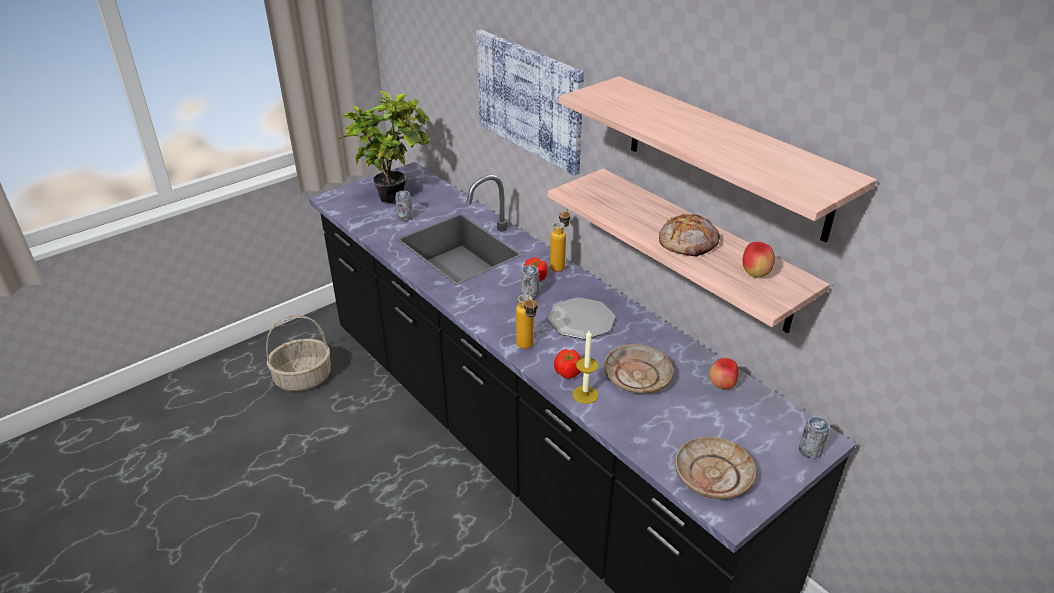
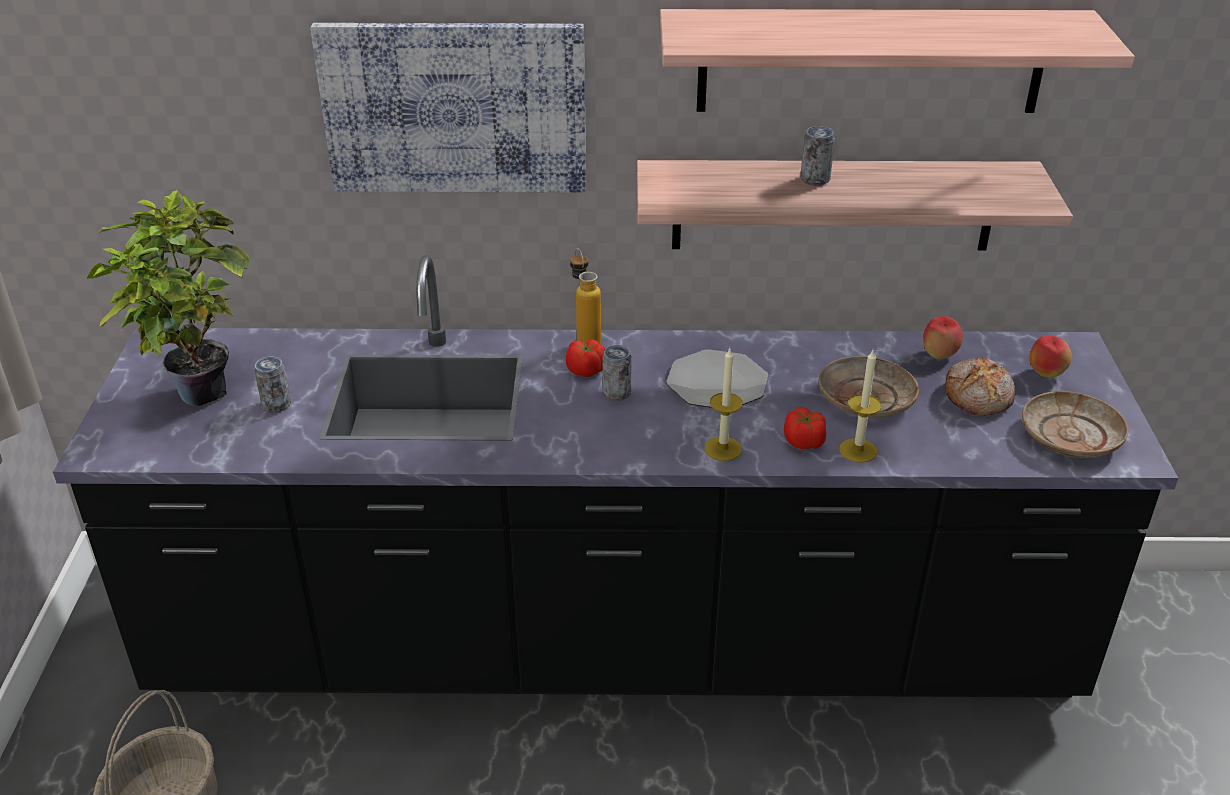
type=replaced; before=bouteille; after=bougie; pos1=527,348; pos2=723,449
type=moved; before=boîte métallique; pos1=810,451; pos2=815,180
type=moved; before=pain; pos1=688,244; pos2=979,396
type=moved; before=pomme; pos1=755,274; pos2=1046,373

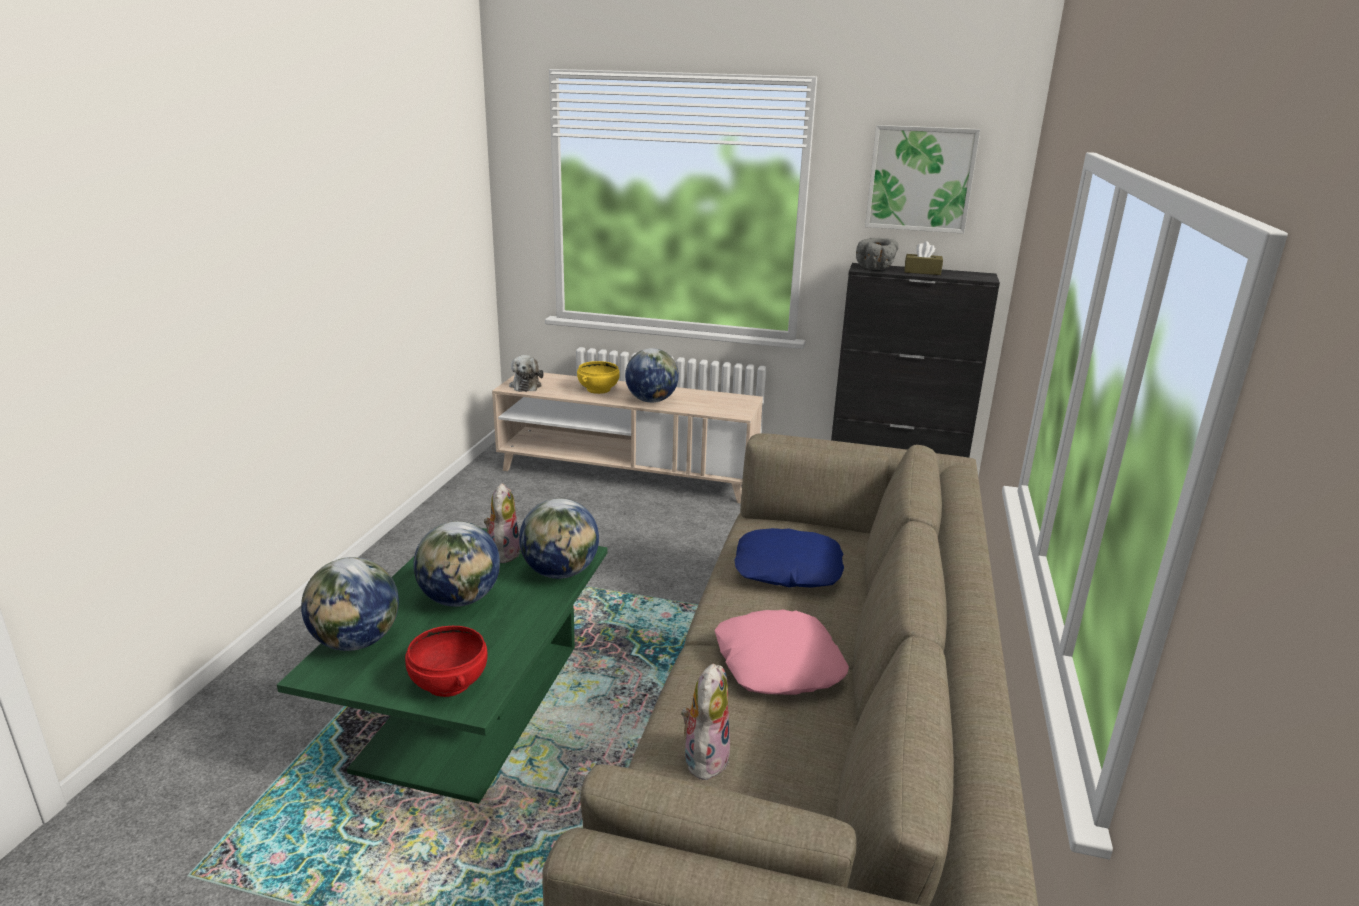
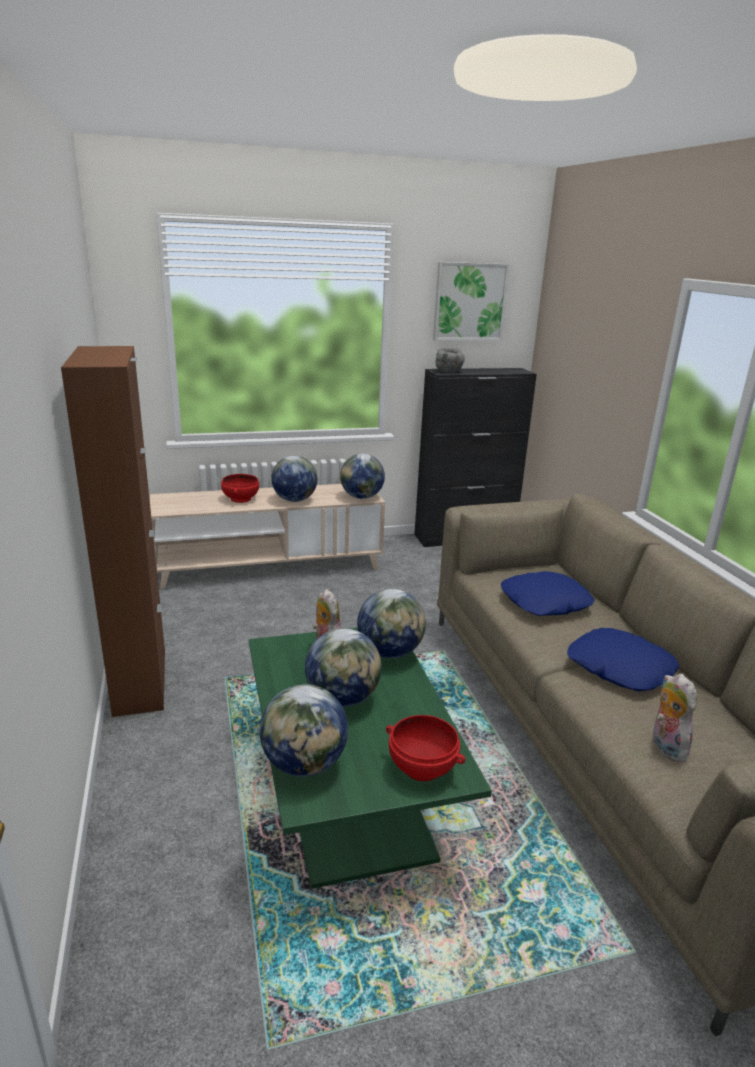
type=added; after=meuble de rangement [marron]; pos2=140,681
type=recoloured; before=bol [jaune]; after=bol [rouge]; pos1=598,389; pos2=240,499
type=added; after=globe; pos2=361,497
type=recoloured; before=coussin [rose]; after=coussin [bleu]; pos1=777,664; pos2=619,668
type=removed; before=peluche; pos1=526,385
type=removed; before=boîte à mouchoirs [marron]; pos1=922,272

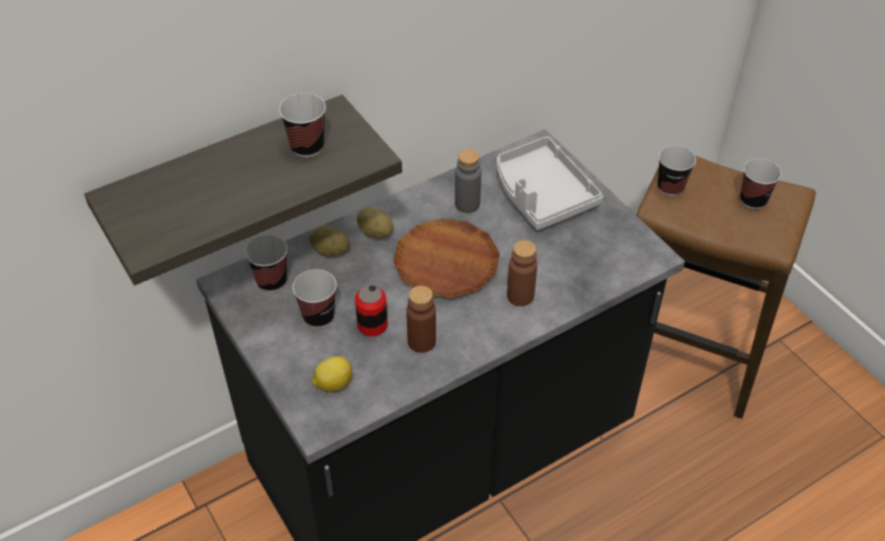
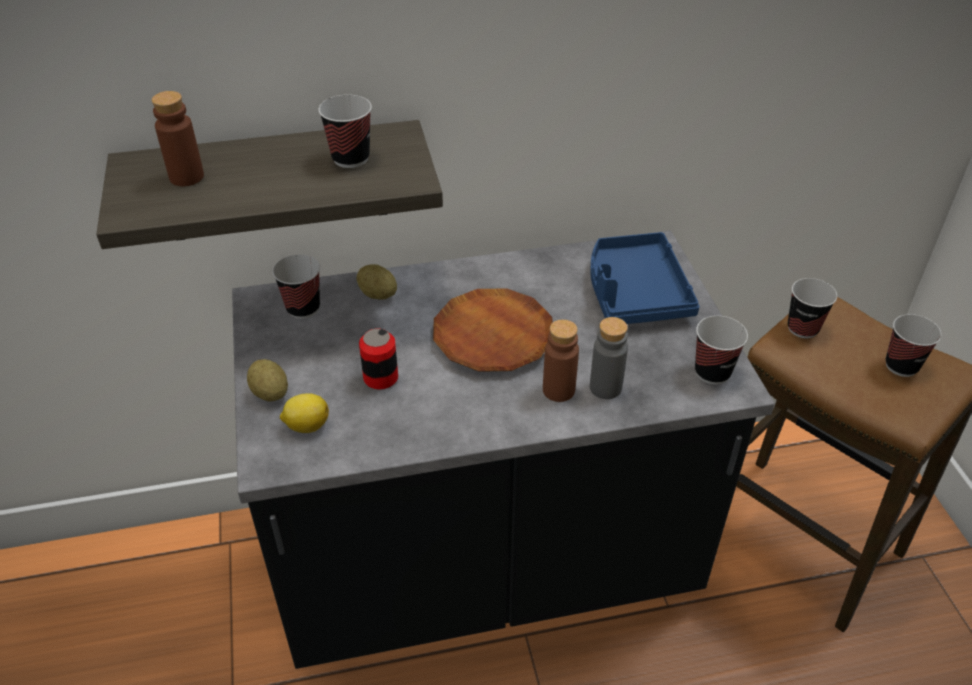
type=moved; before=bouteille [marron]; pos1=421,341; pos2=186,177
type=moved; before=pomme de terre; pos1=375,233; pos2=270,393
type=recoloured; before=plateau [gris]; after=plateau [bleu]; pos1=542,194; pos2=635,292
type=moved; before=bouteille [gris]; pos1=467,204; pos2=605,387
type=moved; before=tasse; pos1=318,316; pos2=712,372

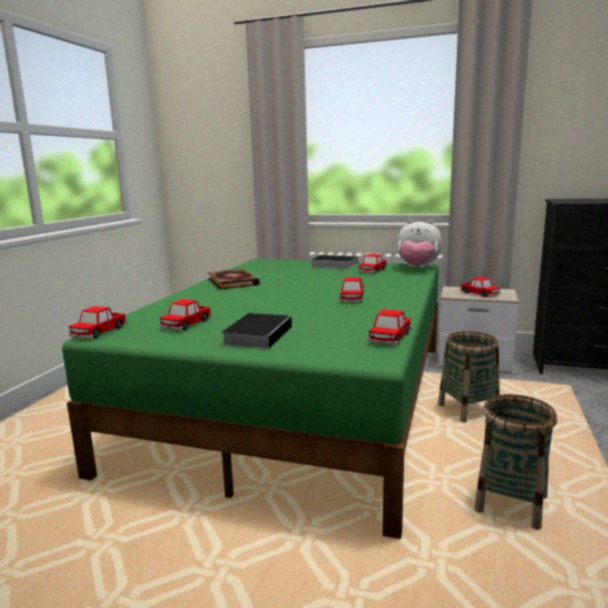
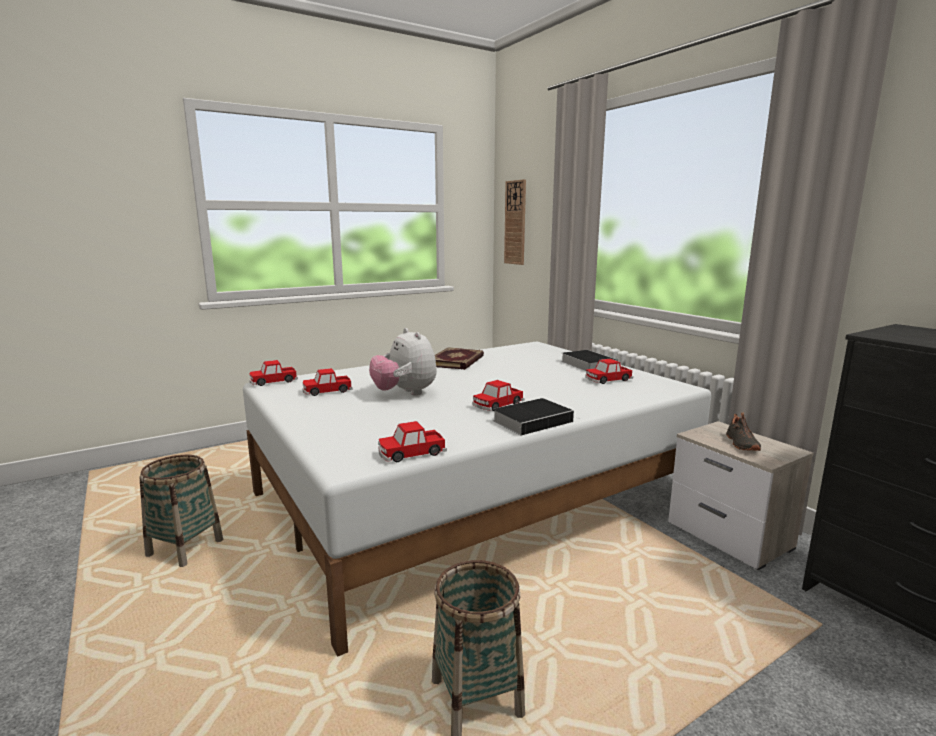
type=moved; before=panier; pos1=468,410; pos2=185,548
type=recoloured; before=lit [vert]; after=lit [blanc]; pos1=301,400; pos2=473,498
type=moved; before=peluche; pos1=417,268; pos2=405,393
type=moved; before=livre; pos1=258,334; pos2=533,420
type=added; after=horloge murale; pos2=515,223
type=replaced; before=petite voiture; after=chaussure [noir]; pos1=480,294; pos2=740,444

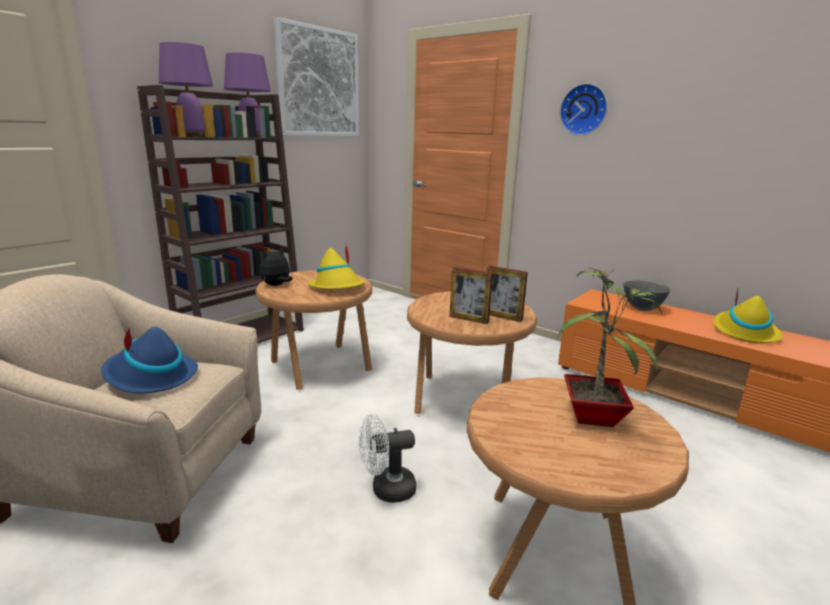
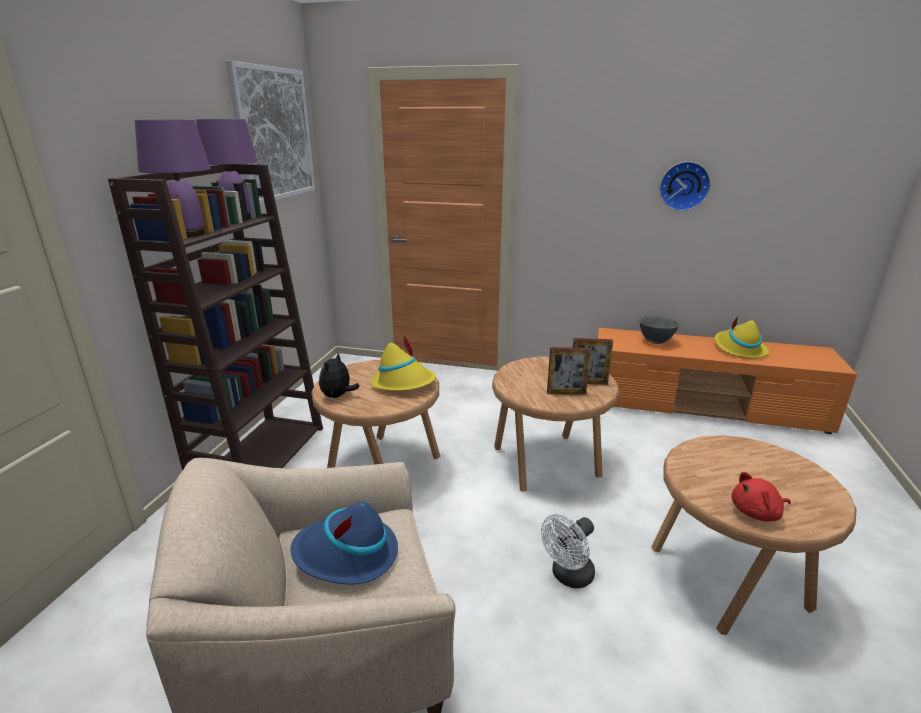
type=moved; before=horloge murale; pos1=584,109; pos2=684,186
type=added; after=peluche [rouge]; pos2=757,513
type=removed; before=plante en pot; pos1=595,417

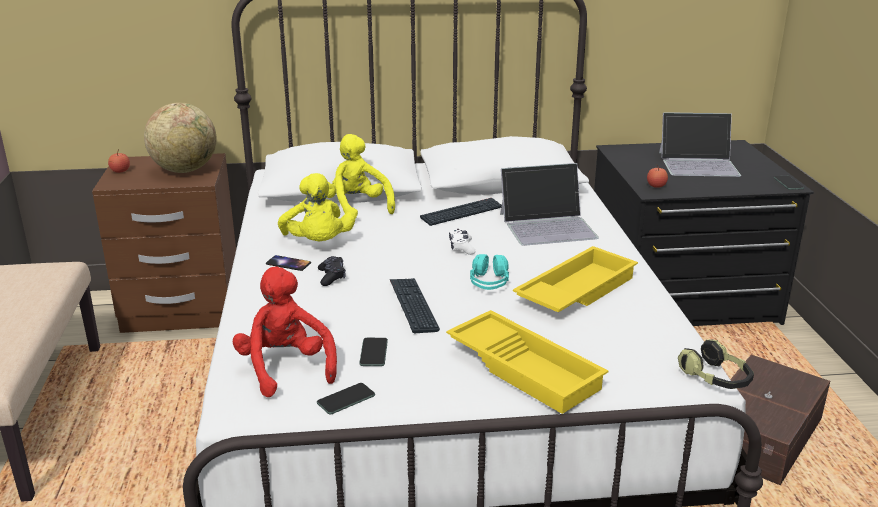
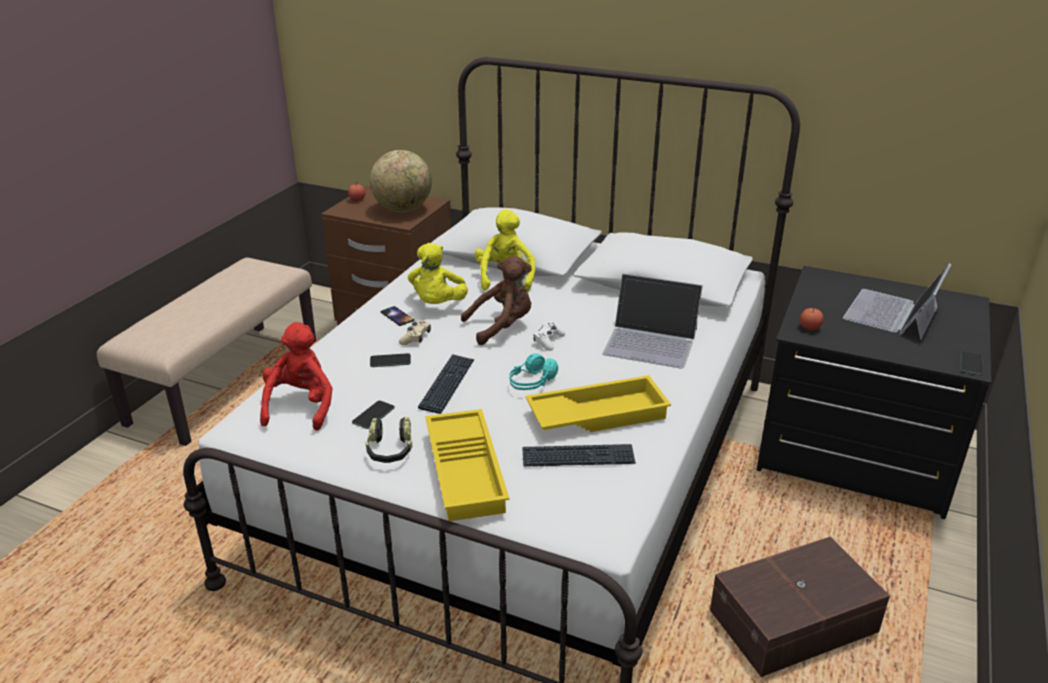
type=moved; before=casque audio; pos1=716,378; pos2=390,451
type=moved; before=téléphone; pos1=346,399; pos2=390,361
type=recoloured; before=manette [noir]; after=manette [beige]; pos1=332,276; pos2=416,338
type=added; after=peluche [marron]; pos2=502,327
type=moved; before=clavier; pos1=462,213; pos2=578,457
type=turned; before=ordinateur portable; pos1=699,164; pos2=892,314; turn=90

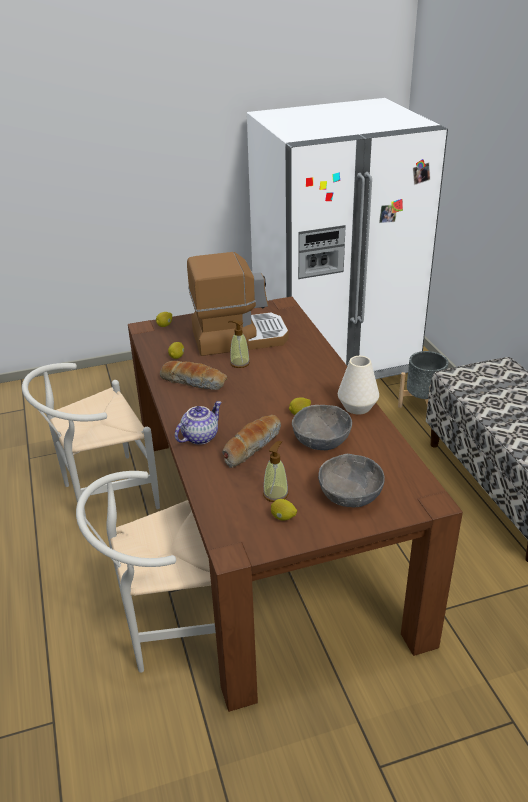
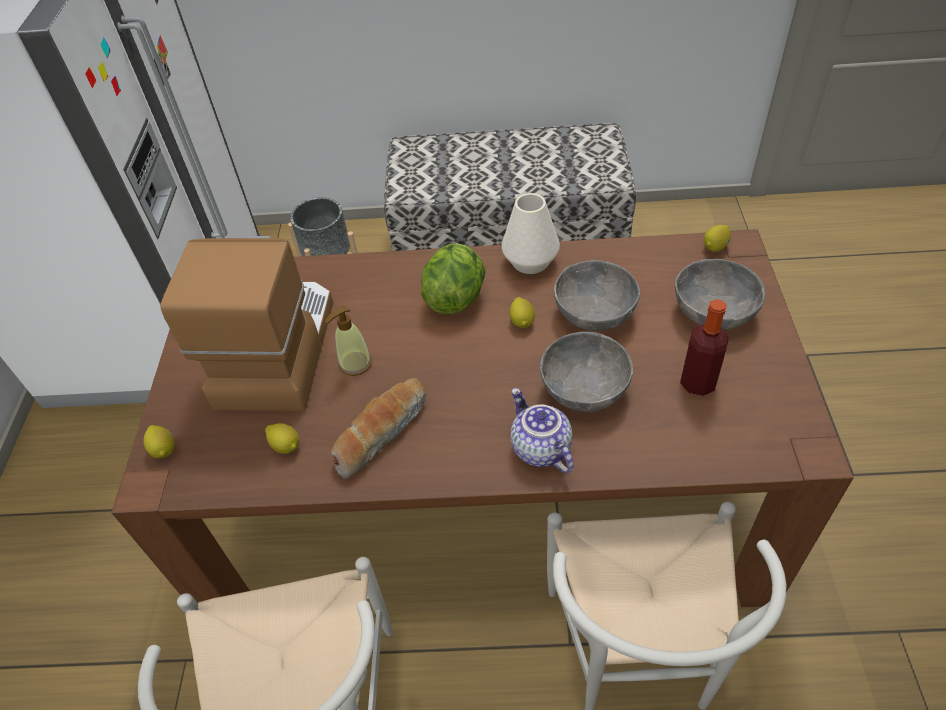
type=added; after=laitue; pos2=455,297
type=replaced; before=pain; after=bol [gris]; pos1=251,446; pos2=584,389
type=replaced; before=distributeur de savon; after=bouteille; pos1=275,494; pos2=697,383
type=moved; before=citron; pos1=283,517; pos2=715,247

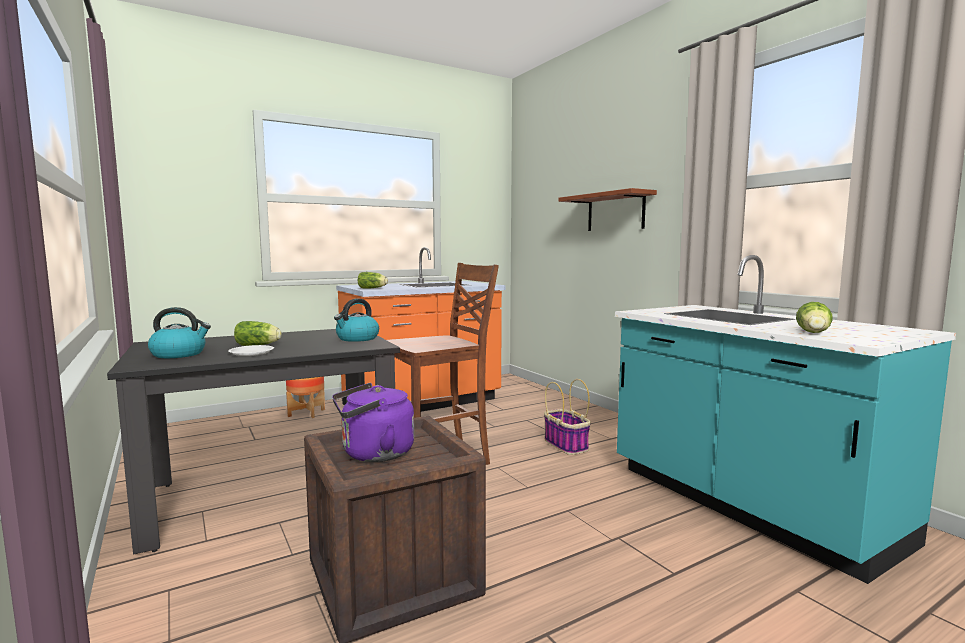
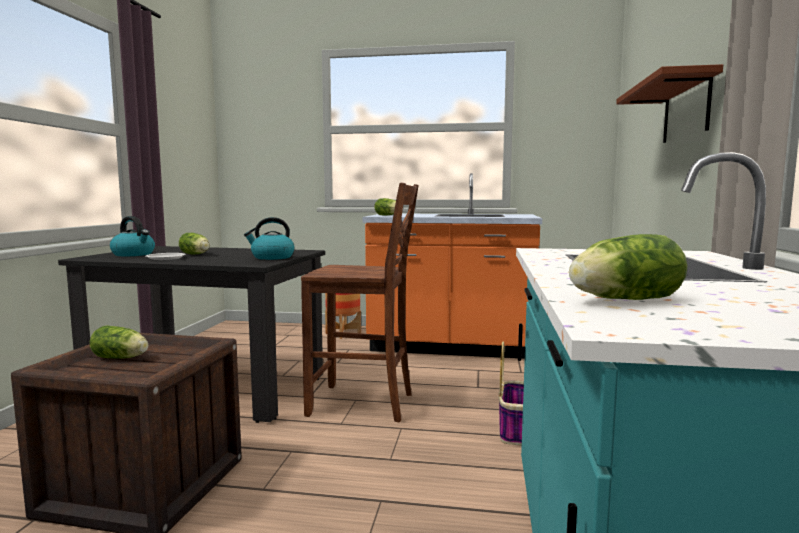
type=replaced; before=bouilloire [violet]; after=laitue; pos1=373,454; pos2=122,358

